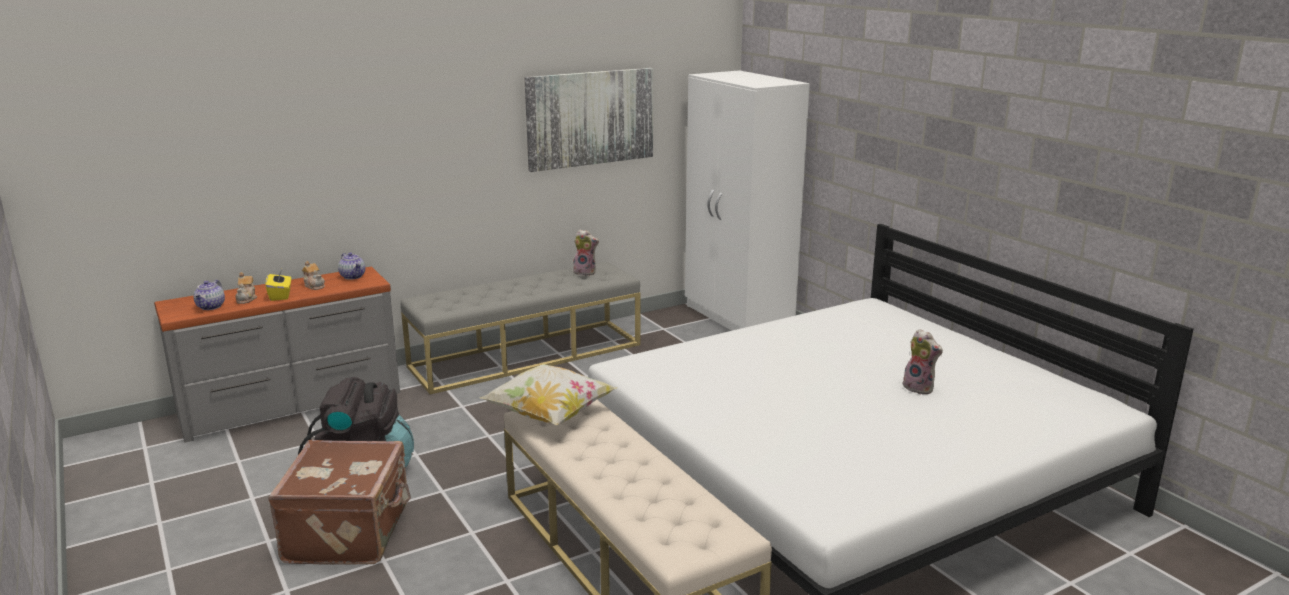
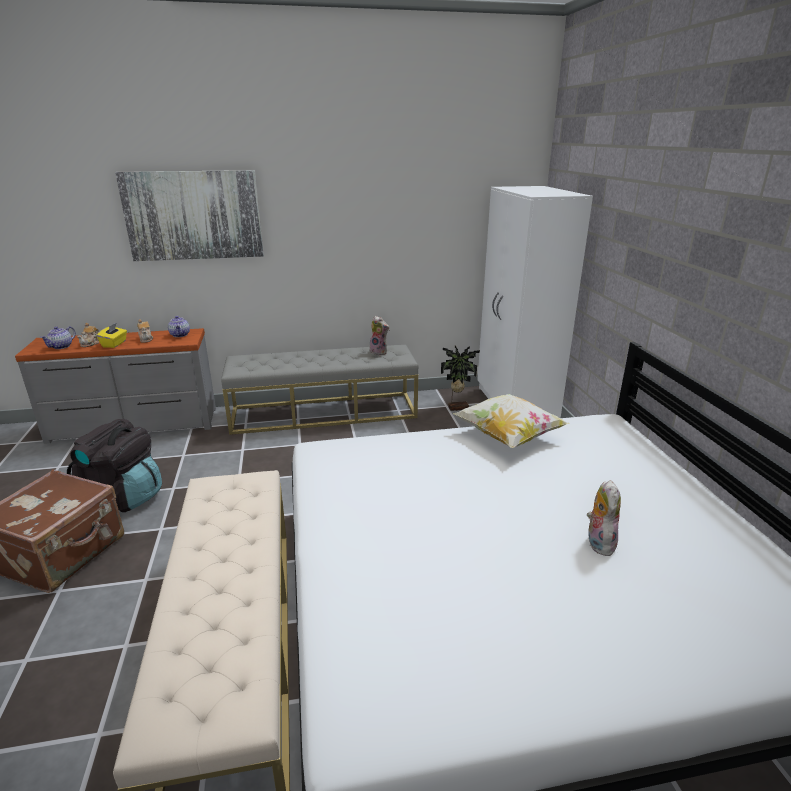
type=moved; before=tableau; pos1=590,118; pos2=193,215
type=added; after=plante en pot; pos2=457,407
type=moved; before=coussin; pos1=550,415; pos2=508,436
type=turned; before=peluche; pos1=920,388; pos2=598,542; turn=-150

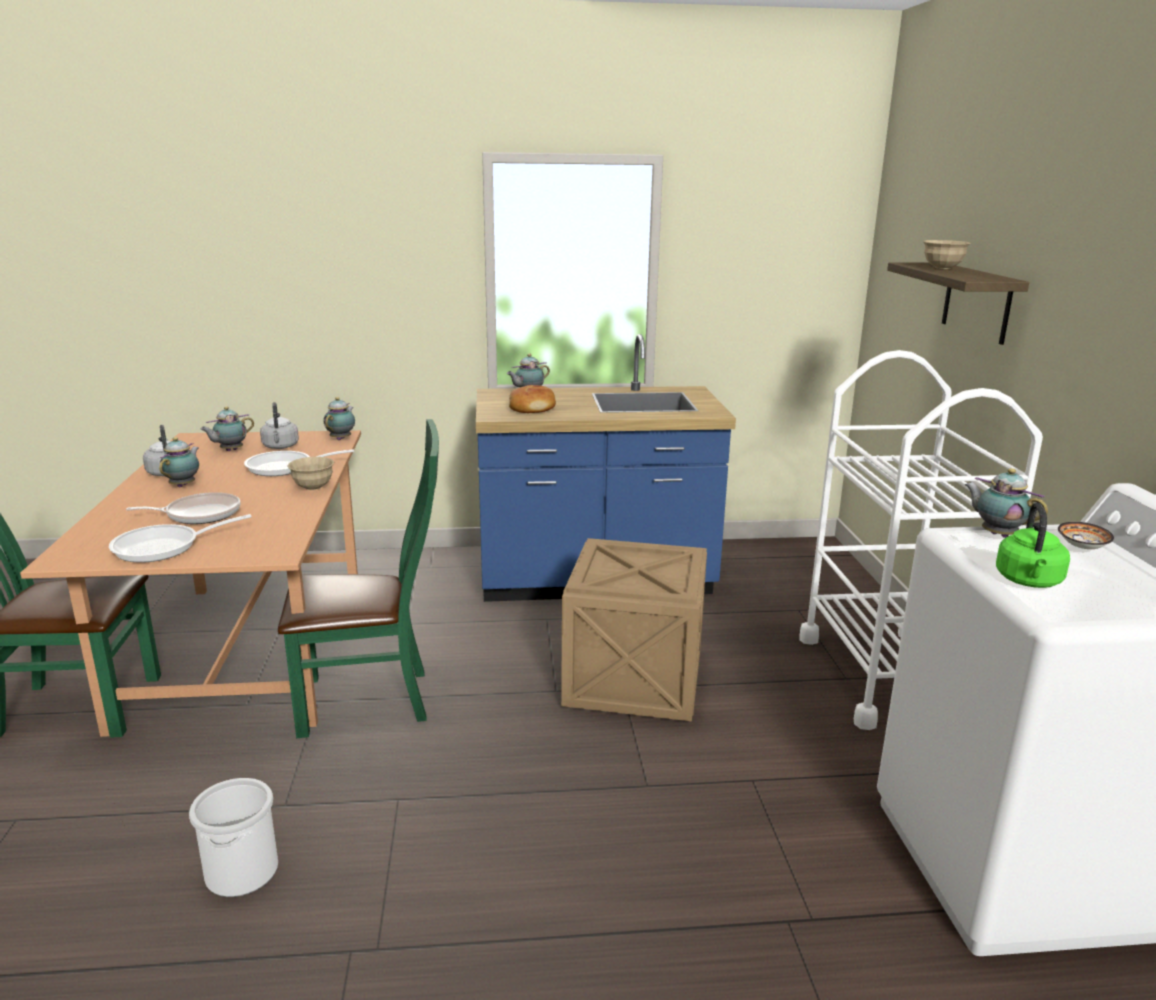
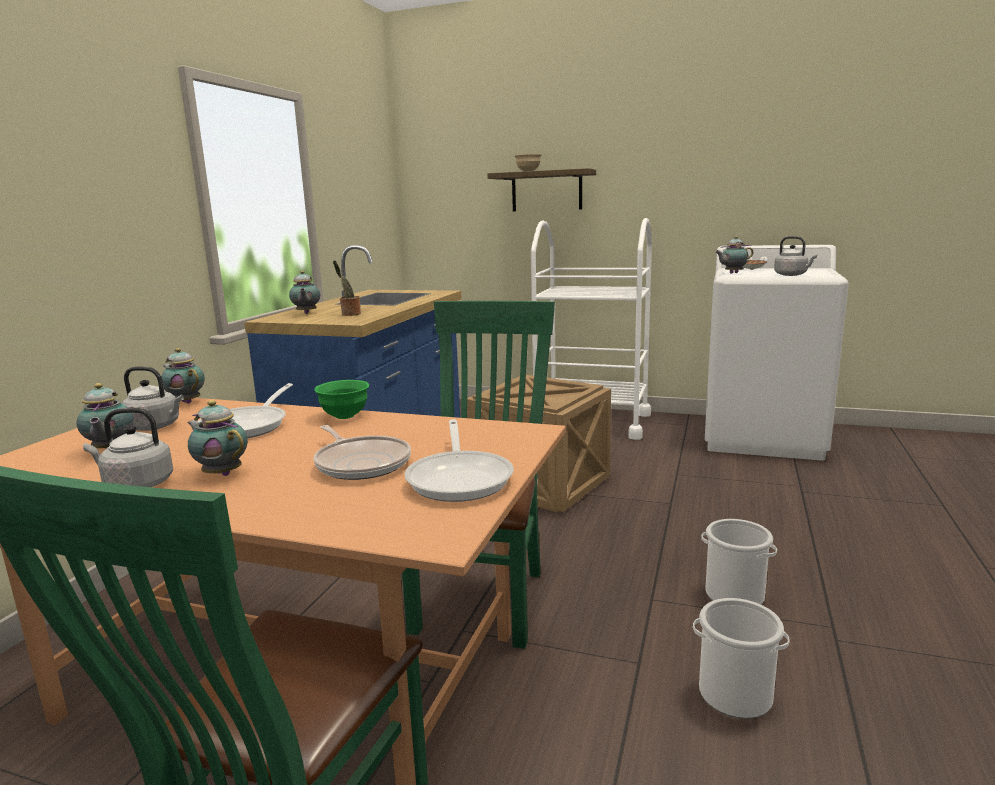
type=turned; before=poêle; pos1=199,514; pos2=361,463; turn=135
type=recoloured; before=bol [beige]; after=bol [vert]; pos1=313,487; pos2=345,416
type=replaced; before=pain; after=plante en pot; pos1=532,408; pos2=349,314
type=added; after=seau; pos2=733,595
type=recoloured; before=bouilloire [vert]; after=bouilloire [gris]; pos1=1028,581; pos2=792,275

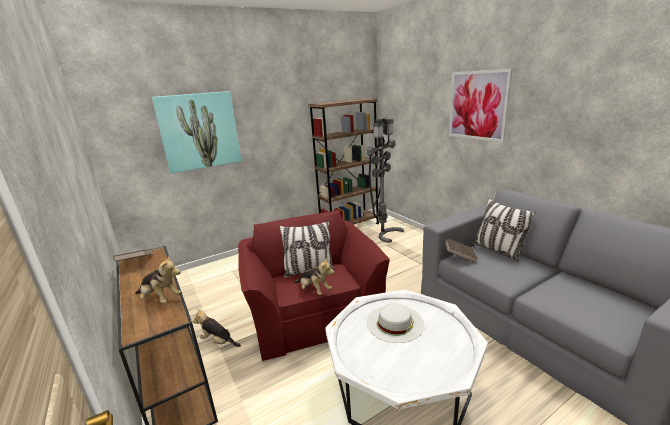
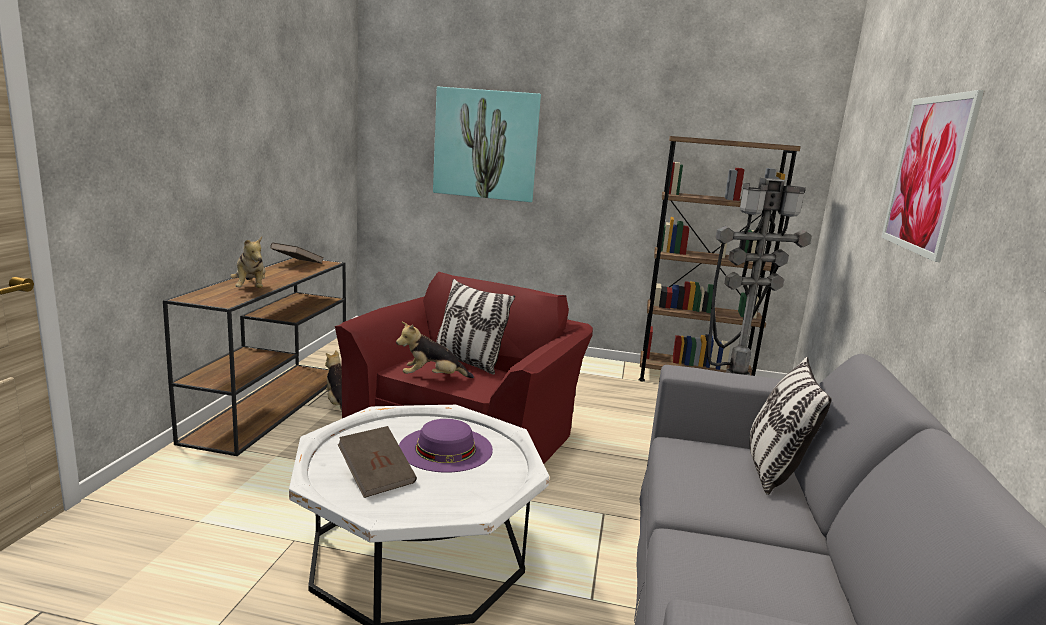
type=moved; before=livre [marron]; pos1=460,256; pos2=377,476
type=turned; before=peluche; pos1=314,290; pos2=432,378; turn=90
type=recoloured; before=chapeau [blanc]; after=chapeau [violet]; pos1=395,323; pos2=445,449

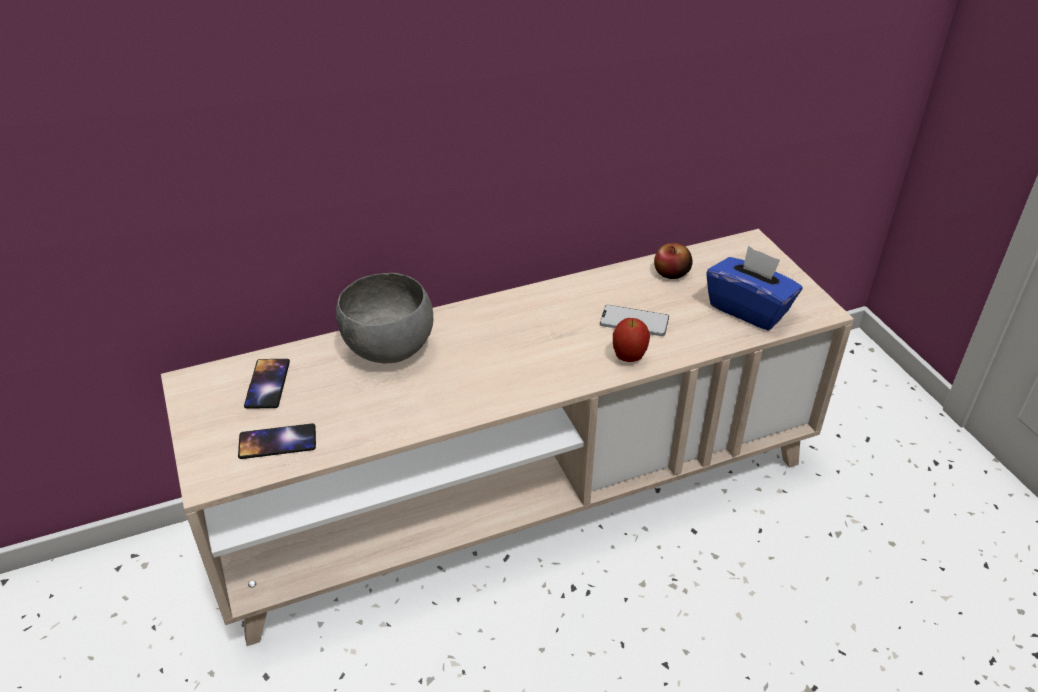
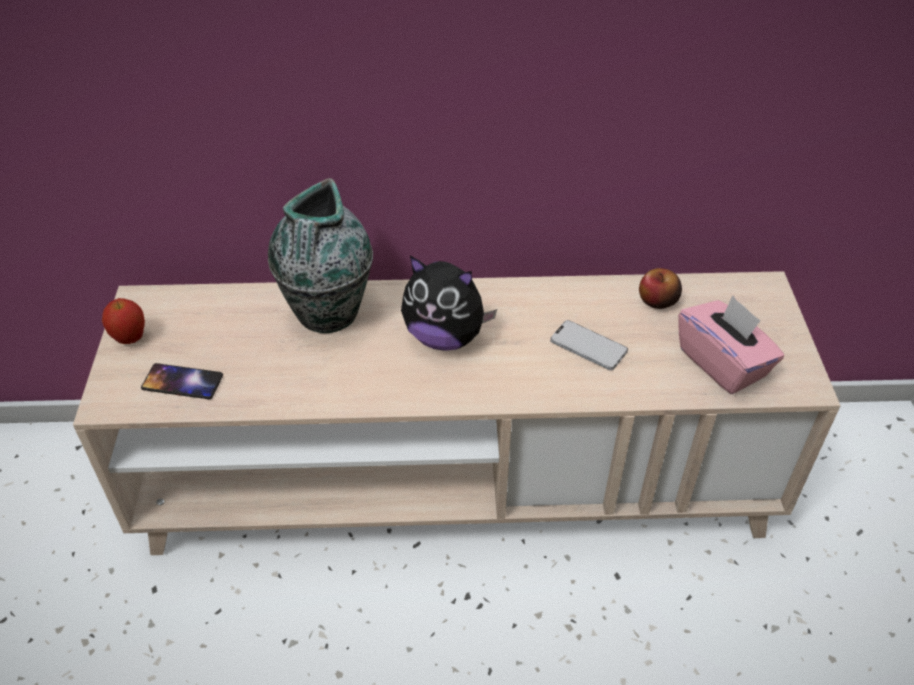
type=moved; before=pomme; pos1=628,358; pos2=130,339
type=replaced; before=bol [gris]; after=vase; pos1=387,350; pos2=327,314
type=added; after=peluche; pos2=445,337
type=recoloured; before=boîte à mouchoirs [bleu]; after=boîte à mouchoirs [rose]; pos1=749,309; pos2=722,363
type=removed; before=téléphone; pos1=267,384

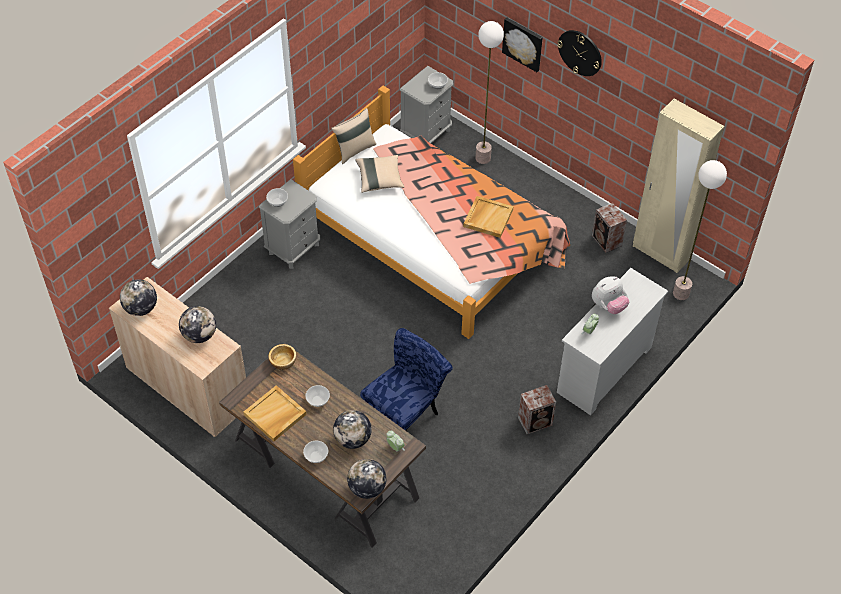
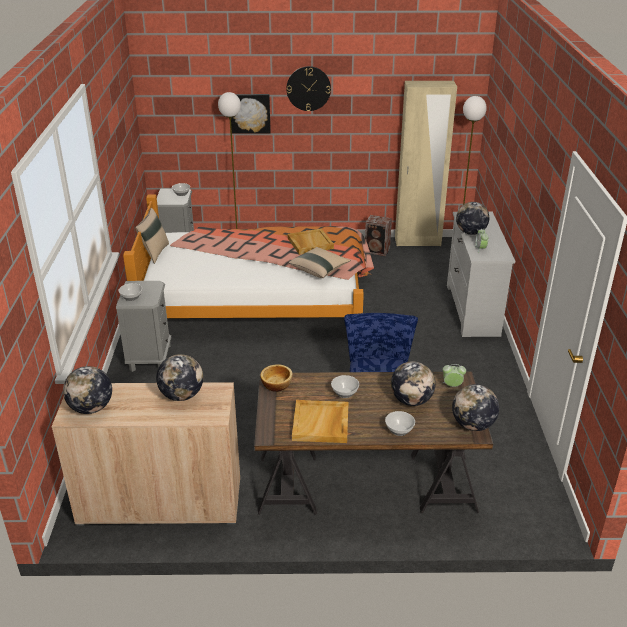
type=moved; before=coussin [beige]; pos1=379,179; pos2=319,270
type=replaced; before=peluche; after=globe; pos1=608,305; pos2=470,233
type=removed; before=enceinte; pos1=536,421

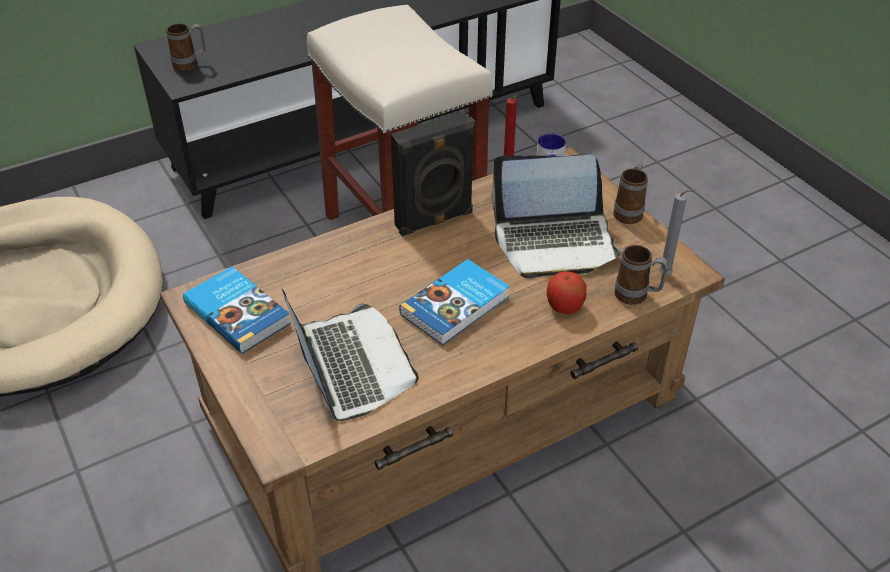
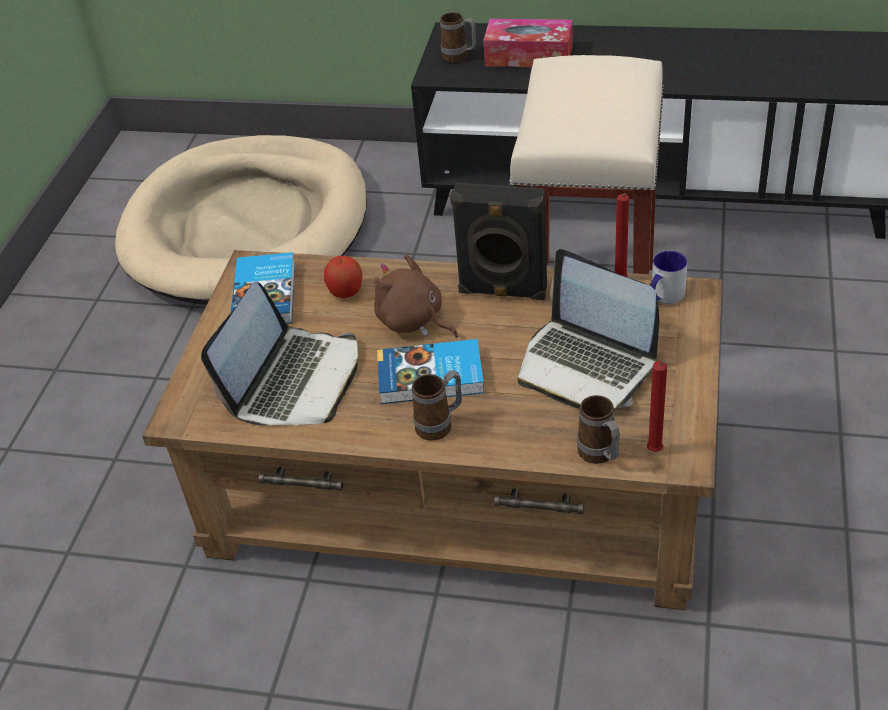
type=moved; before=pomme; pos1=564,307; pos2=346,292
type=added; after=peluche [marron]; pos2=413,321
type=moved; before=mug; pos1=629,211; pos2=440,425
type=added; after=boîte à mouchoirs; pos2=528,55
type=recoloured; before=bougie [gris]; after=bougie [rouge]; pos1=667,275; pos2=656,452

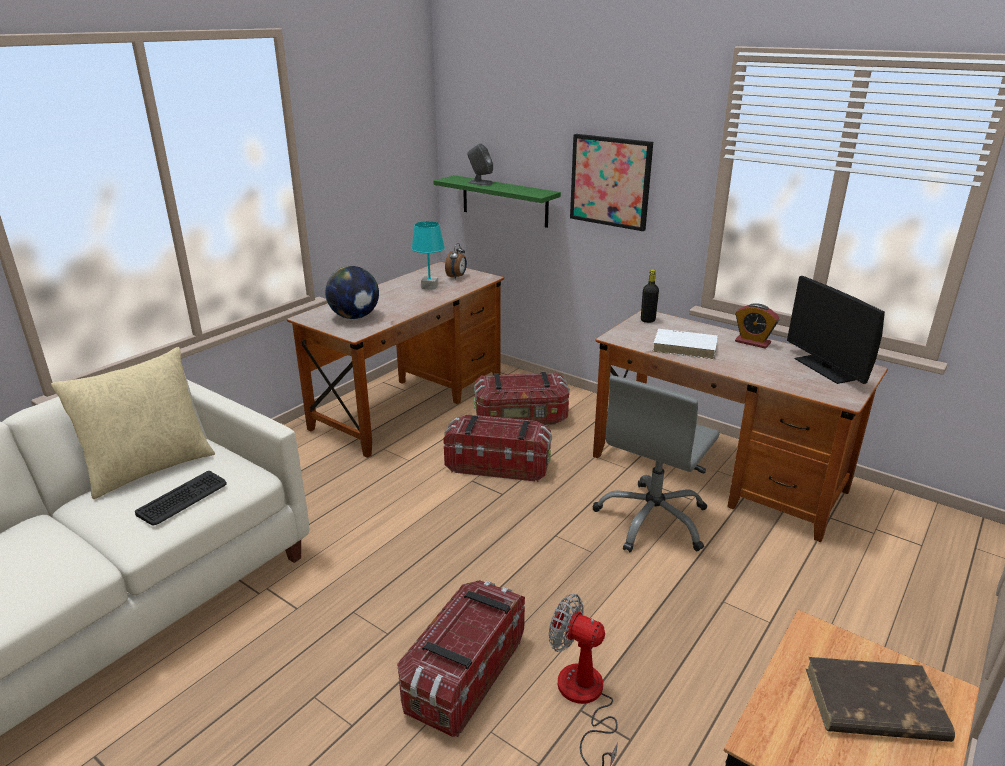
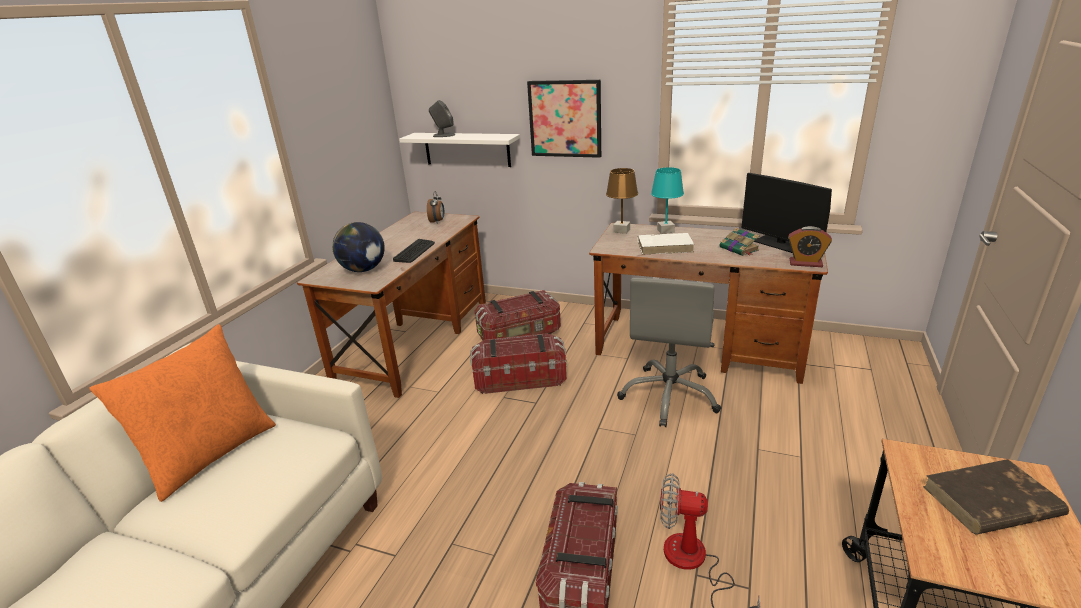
type=recoloured; before=coussin [beige]; after=coussin [orange]; pos1=149,467; pos2=210,454
type=moved; before=clavier; pos1=183,499; pos2=415,251
type=recoloured; before=étagère [vert]; after=étagère [blanc]; pos1=504,201; pos2=467,149
type=replaced; before=bouteille [noir]; after=lampe de table [marron]; pos1=648,320; pos2=621,231
type=moved; before=lampe de table [turquoise]; pos1=430,287; pos2=665,231
type=added; after=livre; pos2=739,249
type=moved; before=réveil; pos1=752,342; pos2=805,263

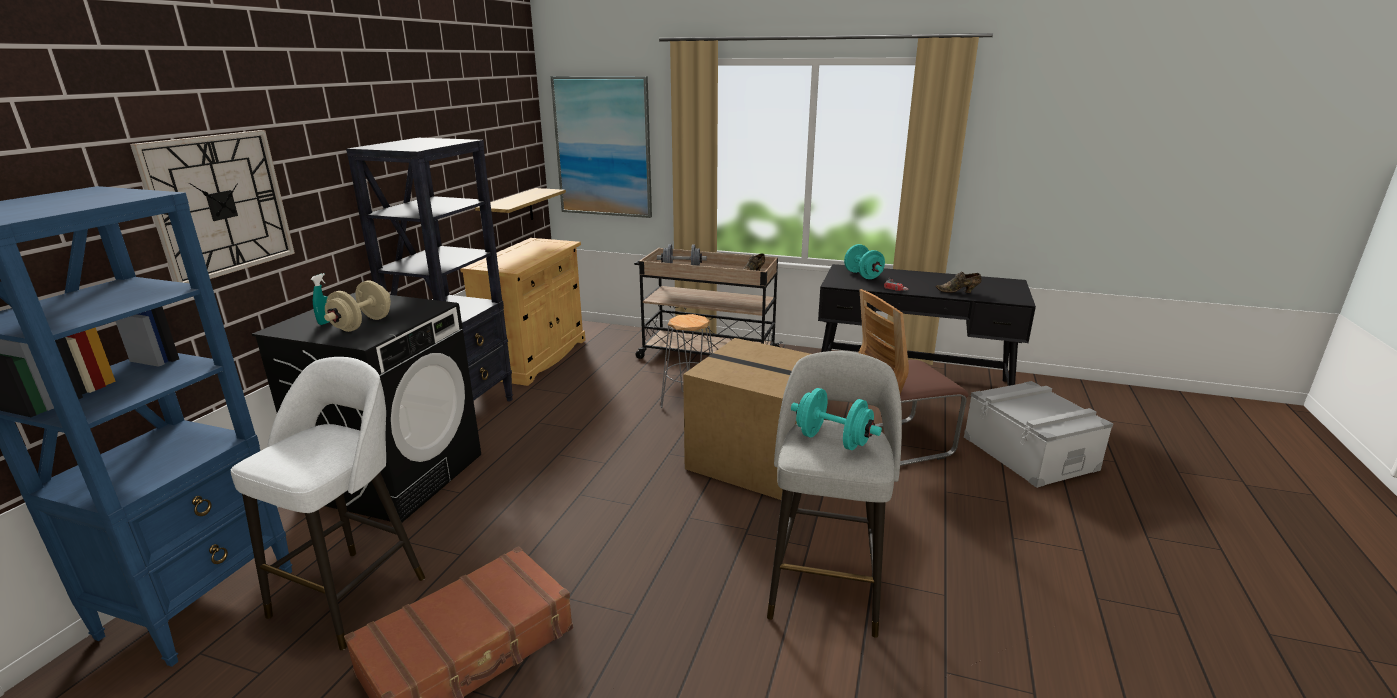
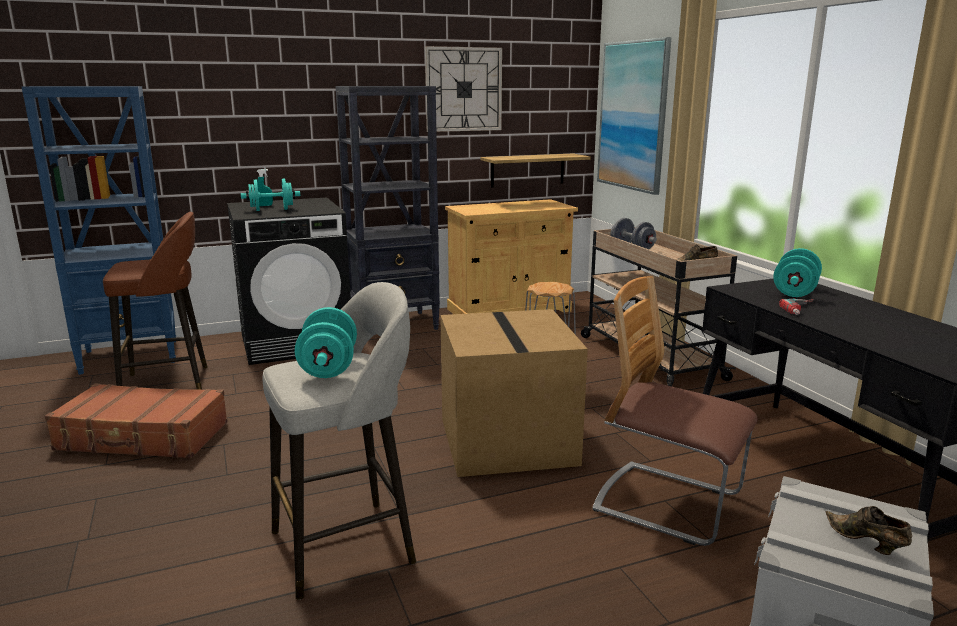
type=recoloured; before=tabouret [blanc]; after=tabouret [marron]; pos1=352,594; pos2=169,384
type=recoloured; before=haltère [beige]; after=haltère [turquoise]; pos1=362,324; pos2=272,210
type=moved; before=horloge murale; pos1=220,205; pos2=463,89
type=moved; before=chaussure [marron]; pos1=959,292; pos2=866,543

